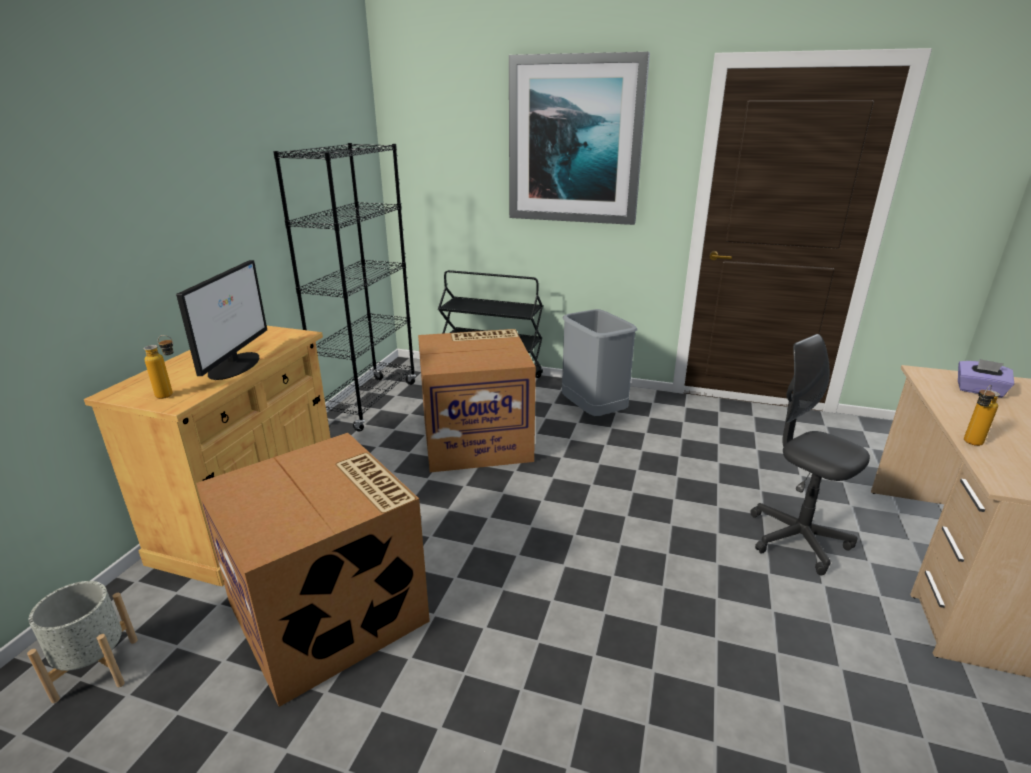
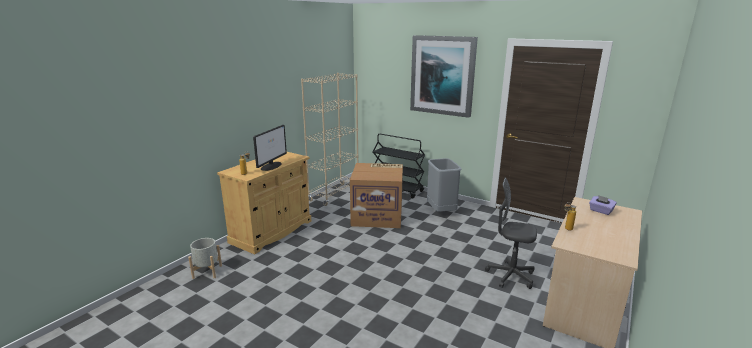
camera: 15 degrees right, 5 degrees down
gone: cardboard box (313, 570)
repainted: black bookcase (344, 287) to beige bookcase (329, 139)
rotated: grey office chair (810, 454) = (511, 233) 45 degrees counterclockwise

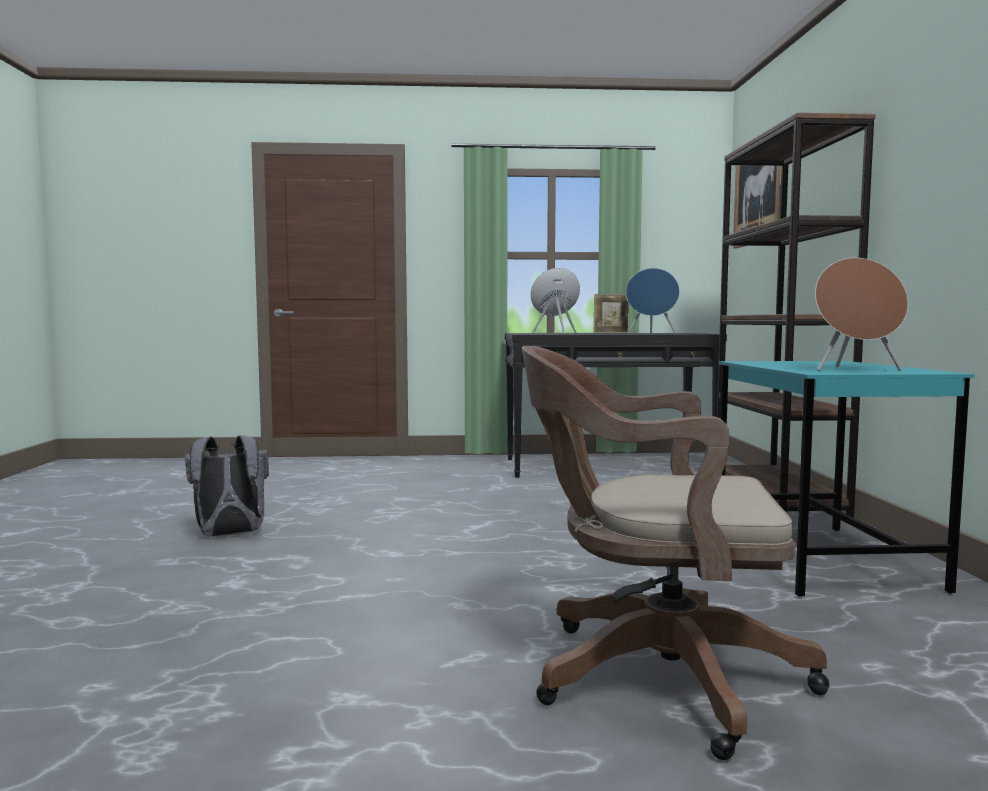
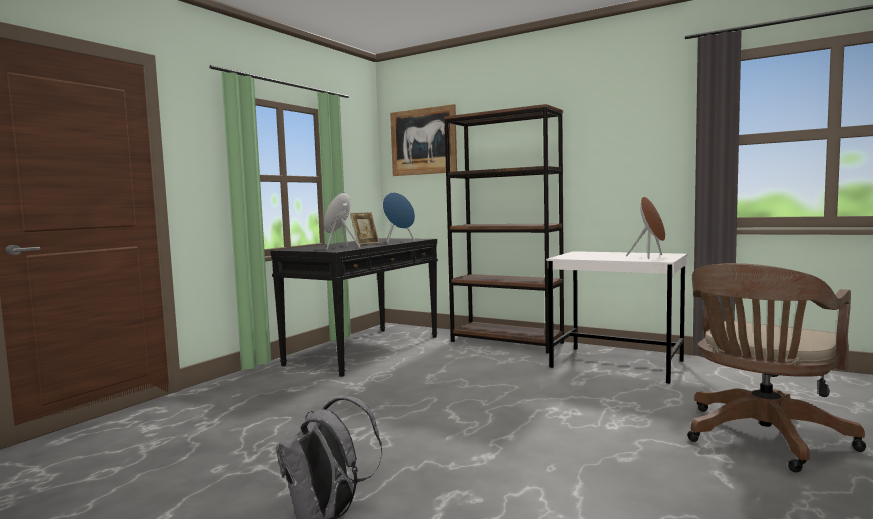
camera: 55 degrees left, 0 degrees up
repainted: turquoise desk (847, 479) to white desk (616, 317)

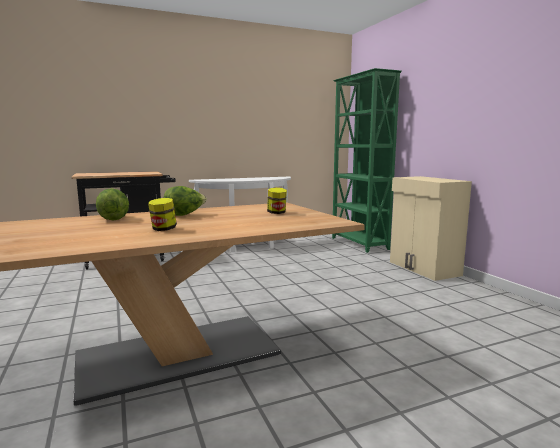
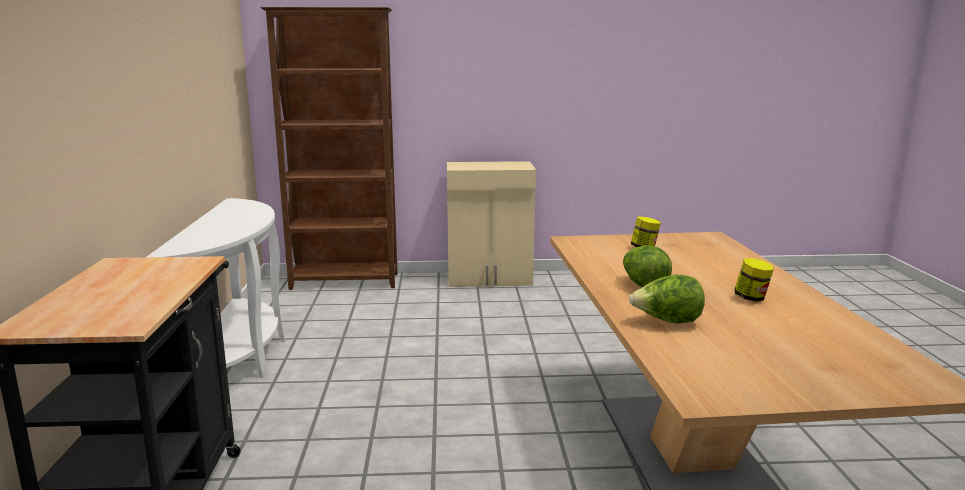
camera: 70 degrees left, 5 degrees up
repainted: green bookcase (367, 160) to brown bookcase (329, 148)

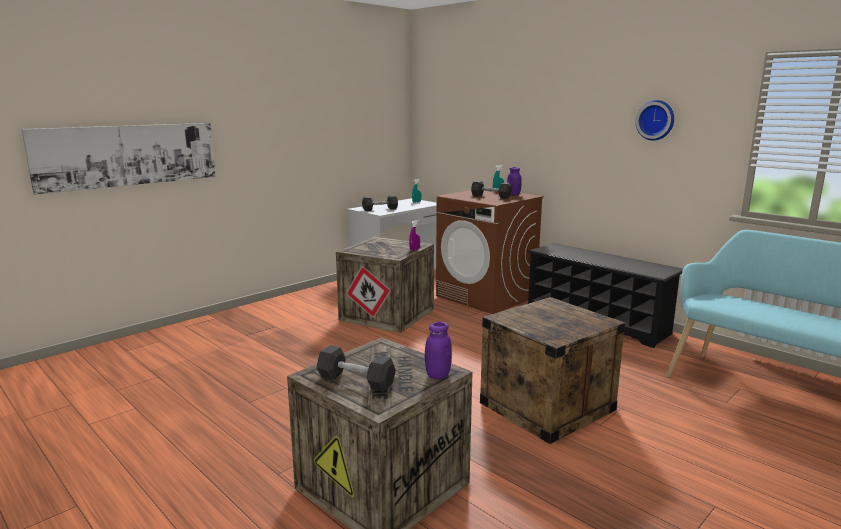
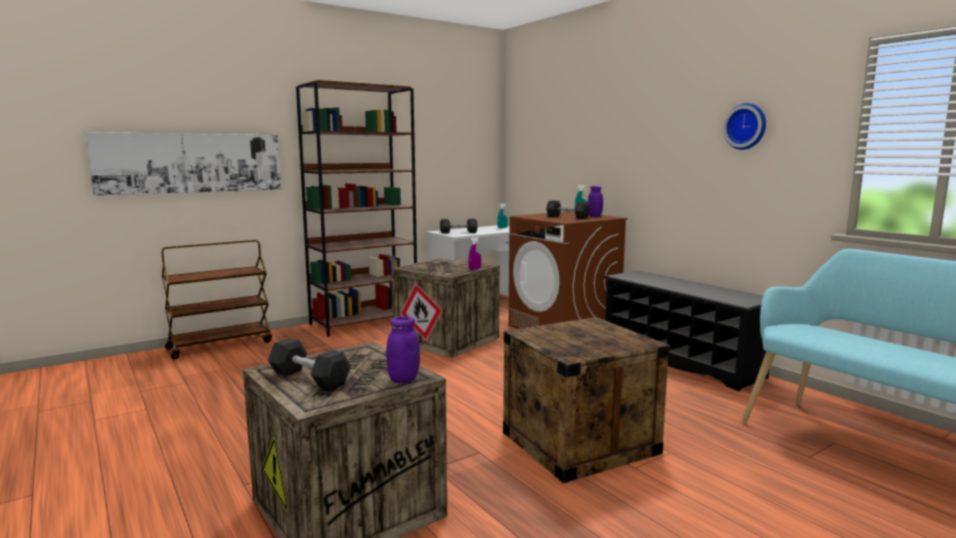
camera: 10 degrees right, 5 degrees down
new: brown cart (217, 299); brown bookcase (356, 208)

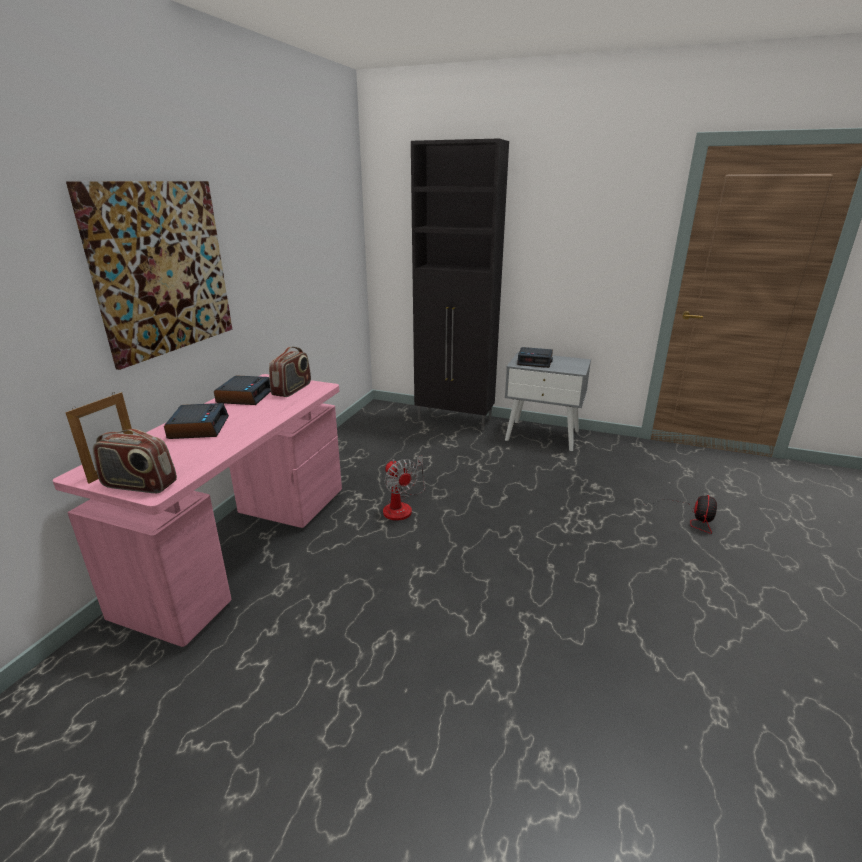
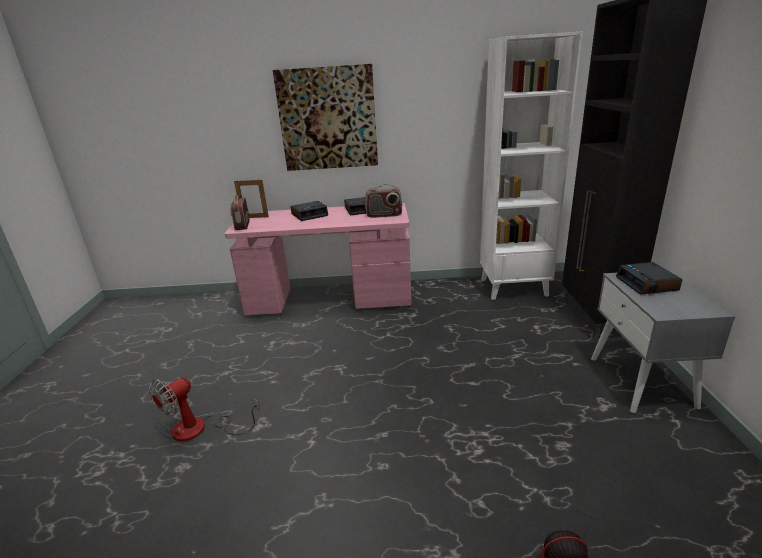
camera: 70 degrees right, 0 degrees up
new: white bookcase (531, 165)
shifted: fan (404, 488) to (204, 409)

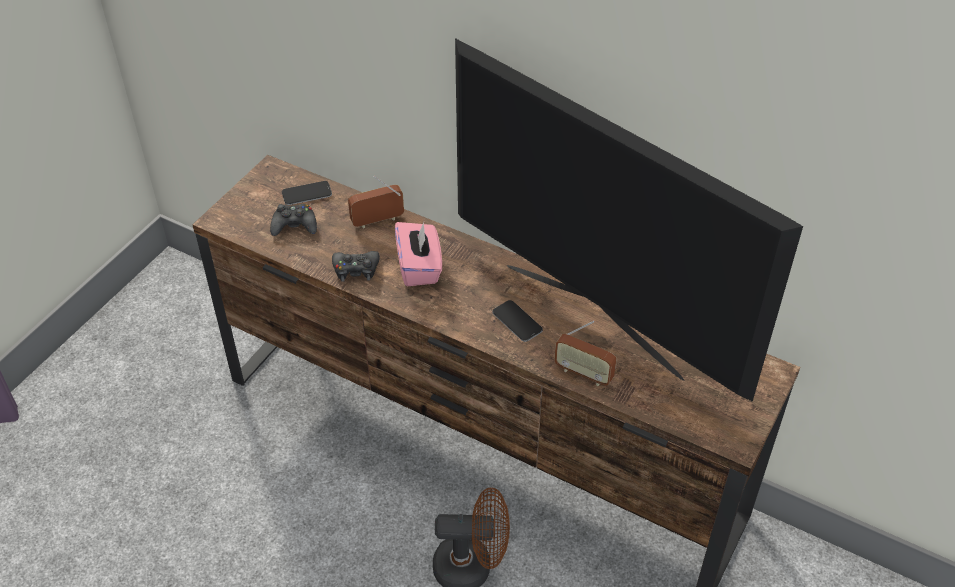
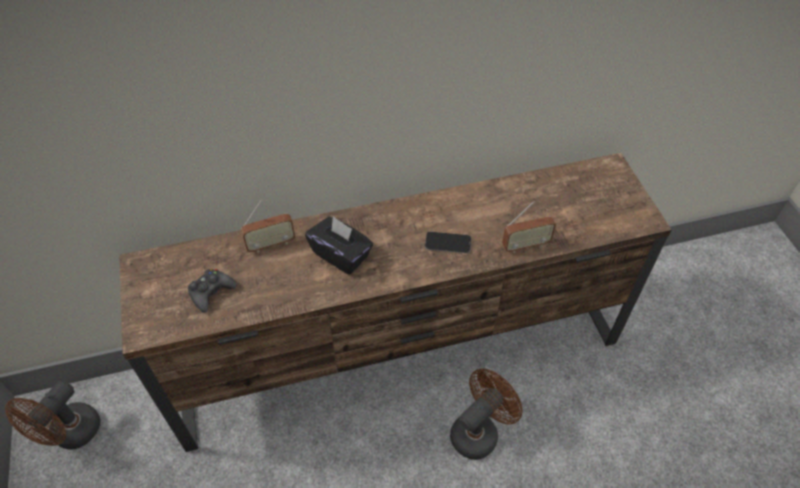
camera: 45 degrees left, 5 degrees up
gone: phone (307, 193); black game controller (356, 266); television (629, 220)
new: brown fan (53, 415)
repainted: pink tissue box (418, 254) to black tissue box (339, 245)
rotated: radio (376, 202) = (268, 226) 135 degrees counterclockwise

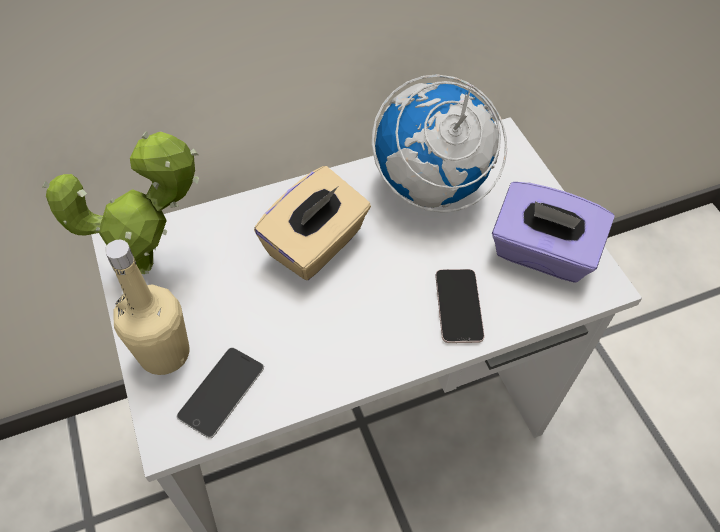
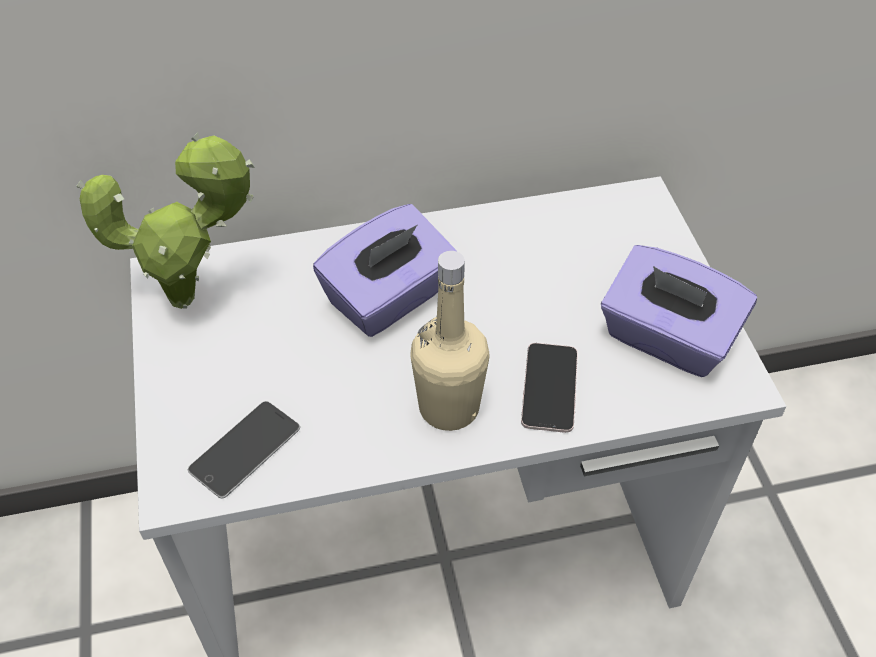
camera: 10 degrees right, 5 degrees down
gone: globe (439, 143)
shifted: beige bottle (147, 307) to (449, 341)
repainted: beige tissue box (312, 223) to purple tissue box (385, 270)

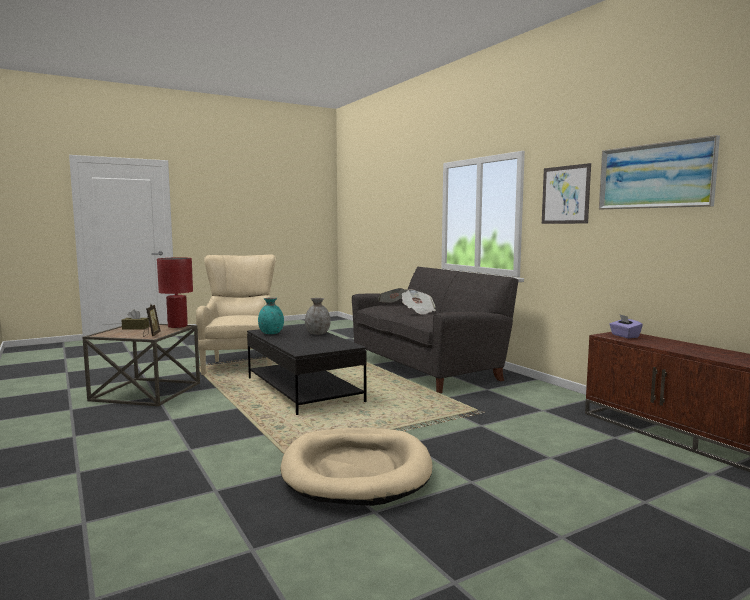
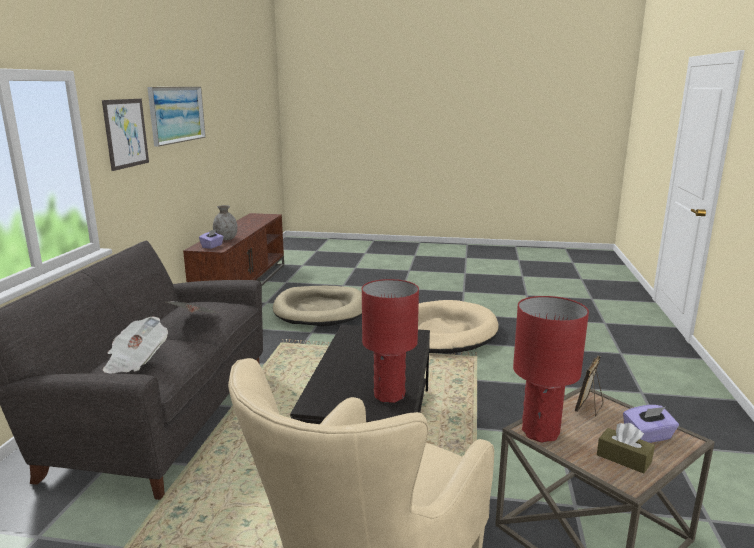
camera: 140 degrees left, 10 degrees up
new: beige dog bed (317, 306); purple tissue box (651, 424)
shifted: grey vase (318, 316) to (225, 222)
swapped: turquoise vase (271, 315) to red table lamp (390, 341)

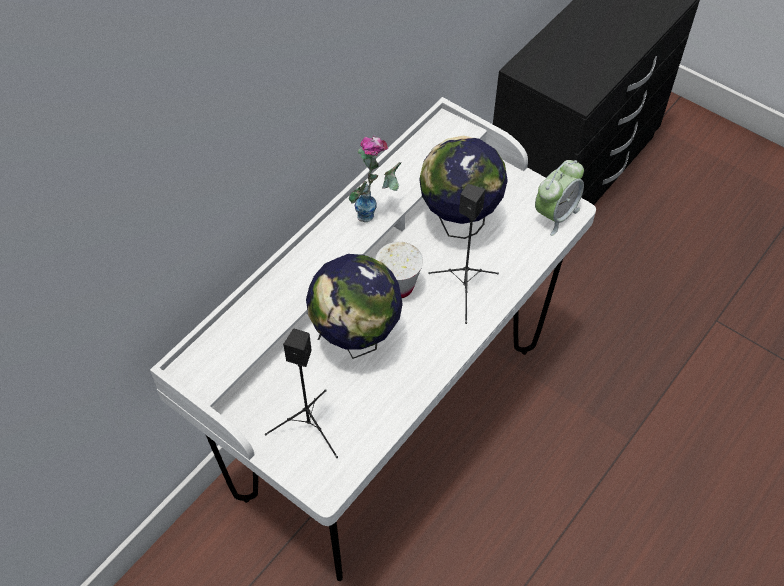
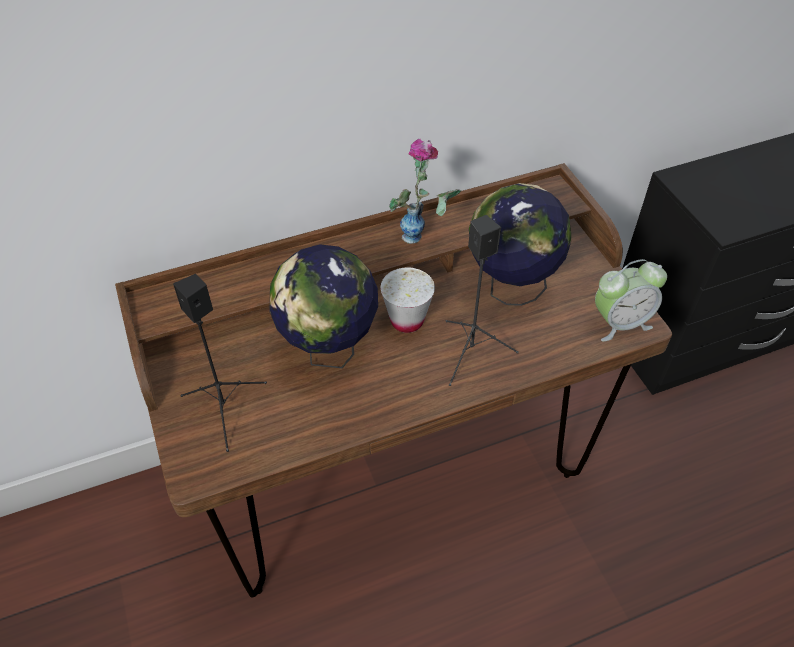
camera: 30 degrees right, 5 degrees down
repainted: white desk (373, 339) to brown desk (393, 380)

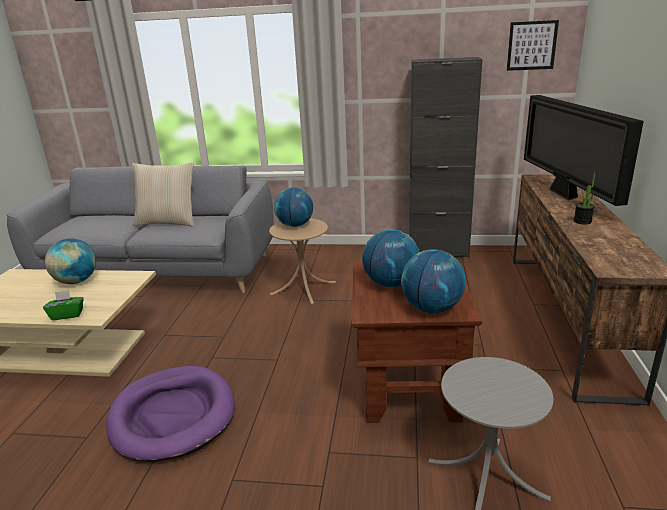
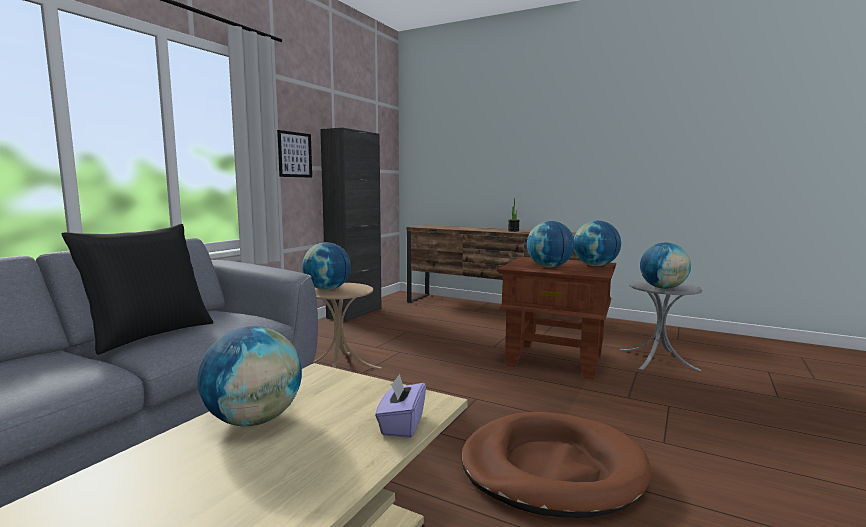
camera: 70 degrees left, 15 degrees down
gone: television (584, 150)
new: globe (665, 266)
shifted: picture (533, 45) to (294, 154)
repainted: green tissue box (63, 305) to purple tissue box (400, 406); purple dog bed (170, 414) to brown dog bed (556, 465); beige pillow (163, 194) to black pillow (137, 289)

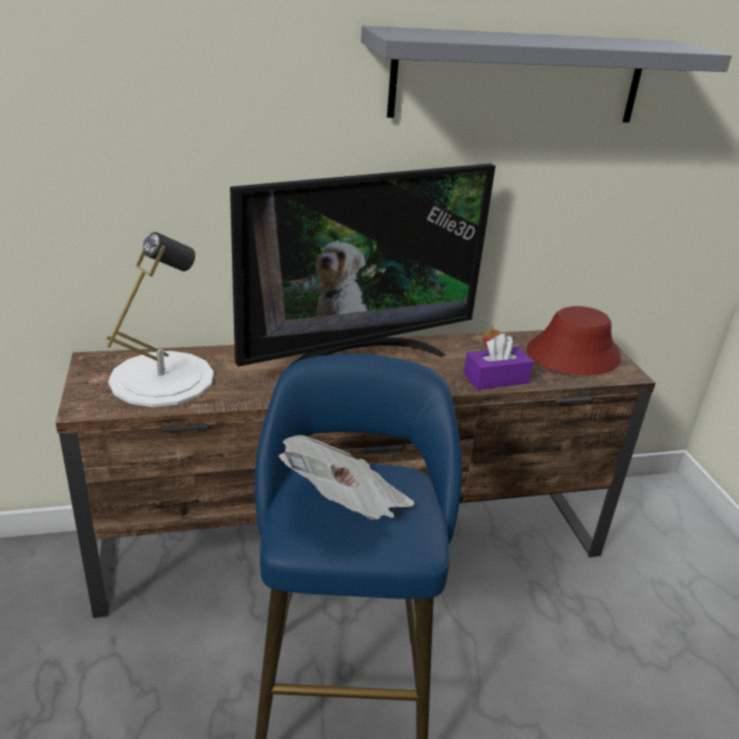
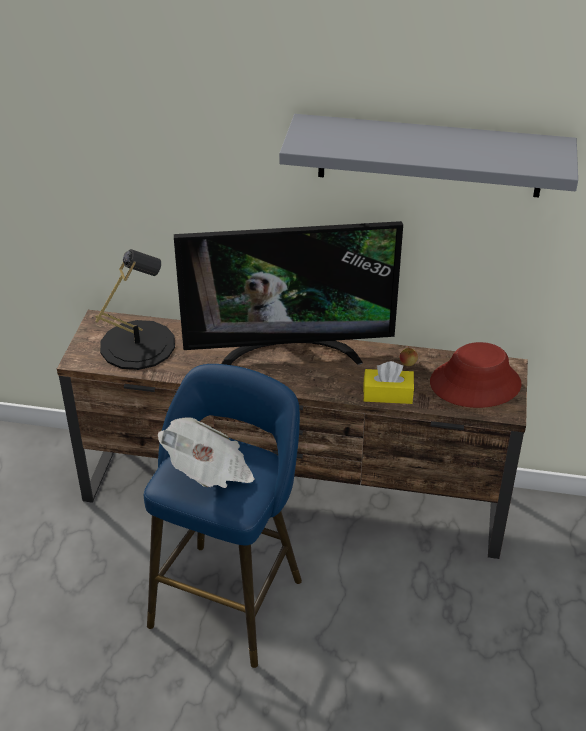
camera: 25 degrees right, 10 degrees up
repainted: white table lamp (160, 319) to black table lamp (135, 309); purple tissue box (498, 361) to yellow tissue box (388, 382)

